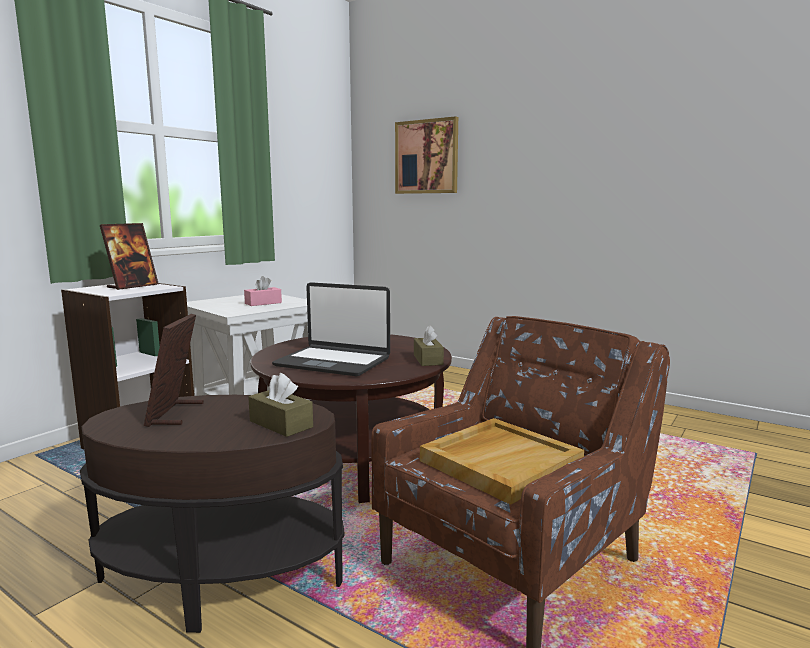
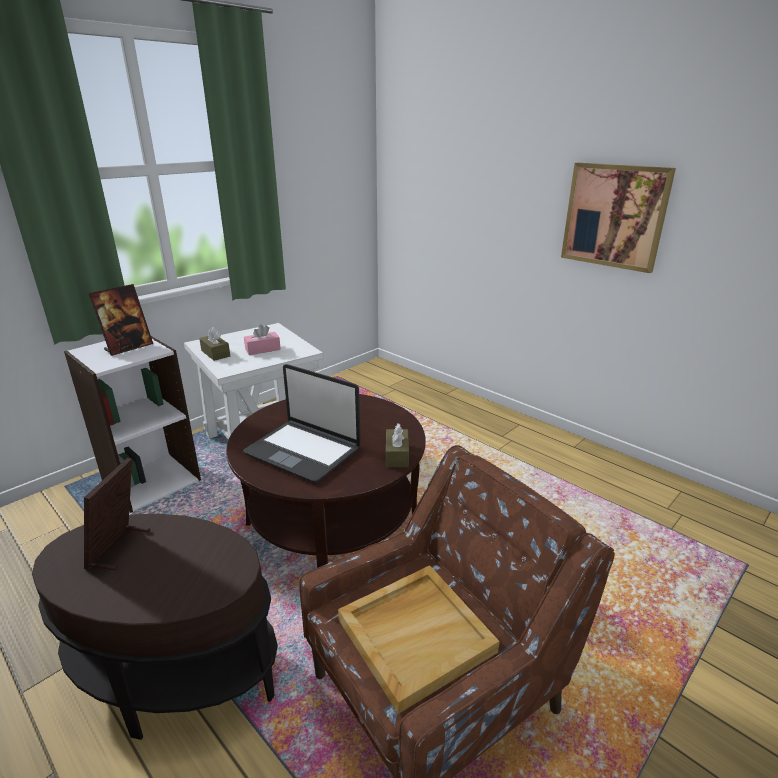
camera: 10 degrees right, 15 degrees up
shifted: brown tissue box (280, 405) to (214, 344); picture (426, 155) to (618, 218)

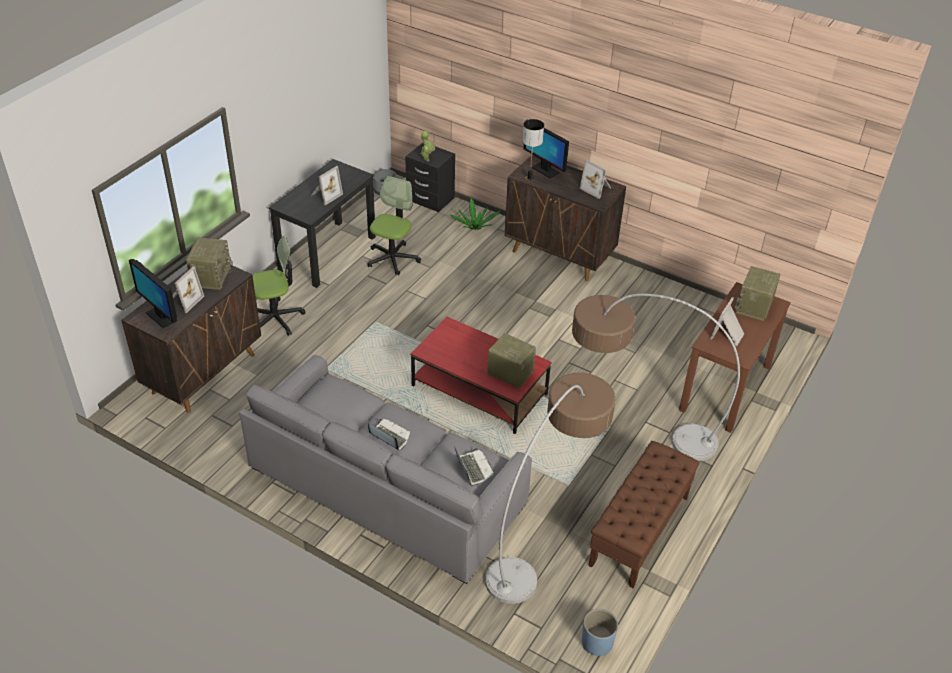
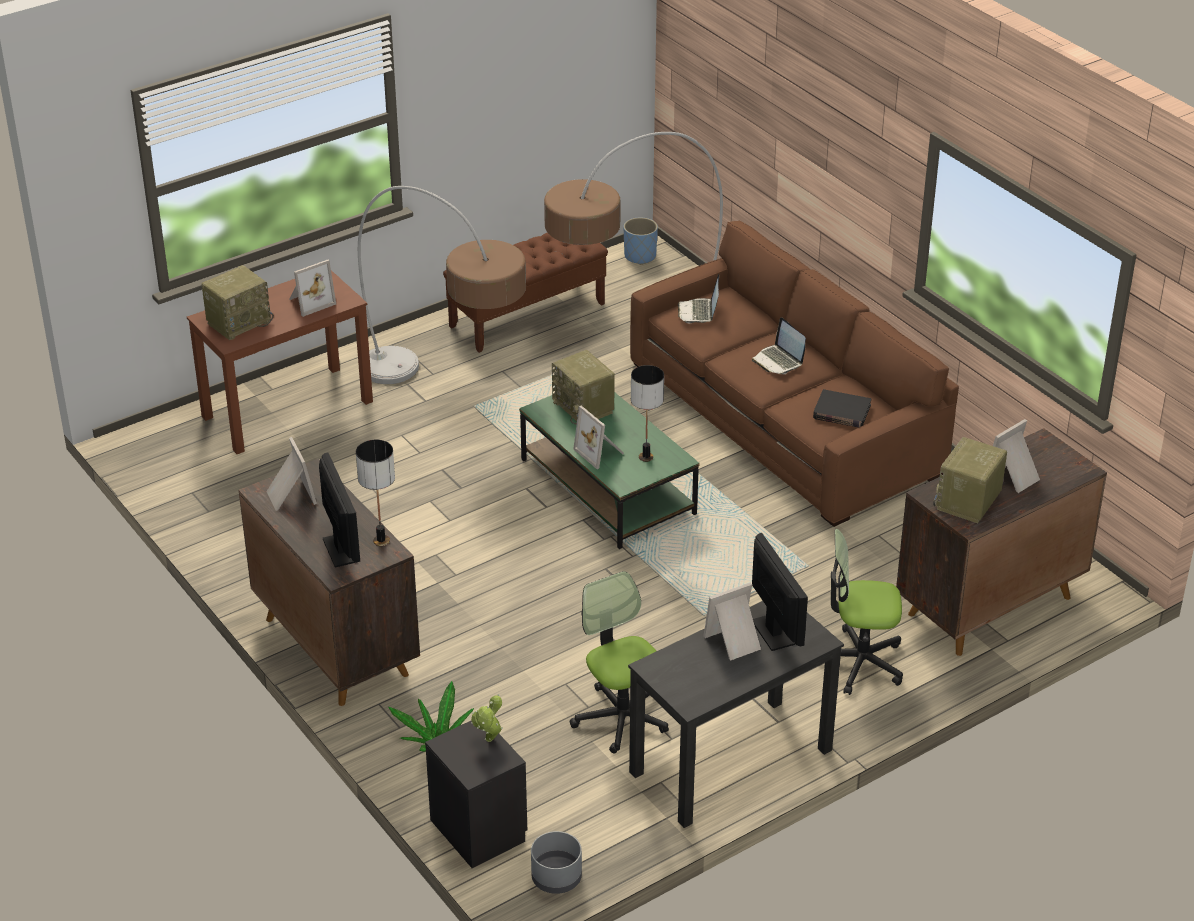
camera: 155 degrees left, 5 degrees down
new: picture frame (598, 437); table lamp (647, 413); black book (842, 408)
shifted: monitor (153, 293) to (780, 592)
repainted: grey sofa (385, 469) to brown sofa (794, 373); red coffee table (481, 375) to green coffee table (609, 470)
rotated: office chair (394, 225) = (619, 662) 105 degrees clockwise

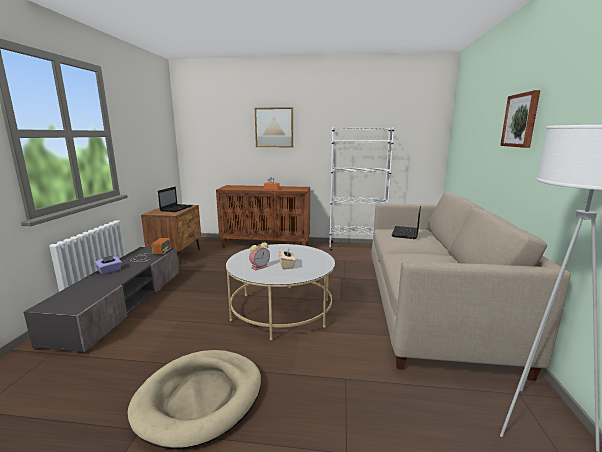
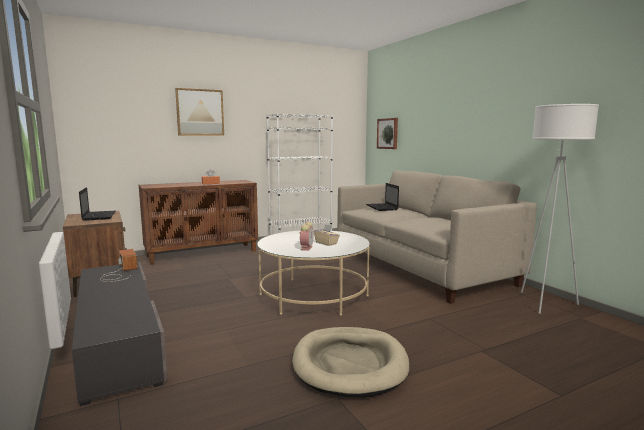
camera: 35 degrees left, 5 degrees down
gone: purple tissue box (108, 264)
shifted: picture (520, 119) to (387, 133)

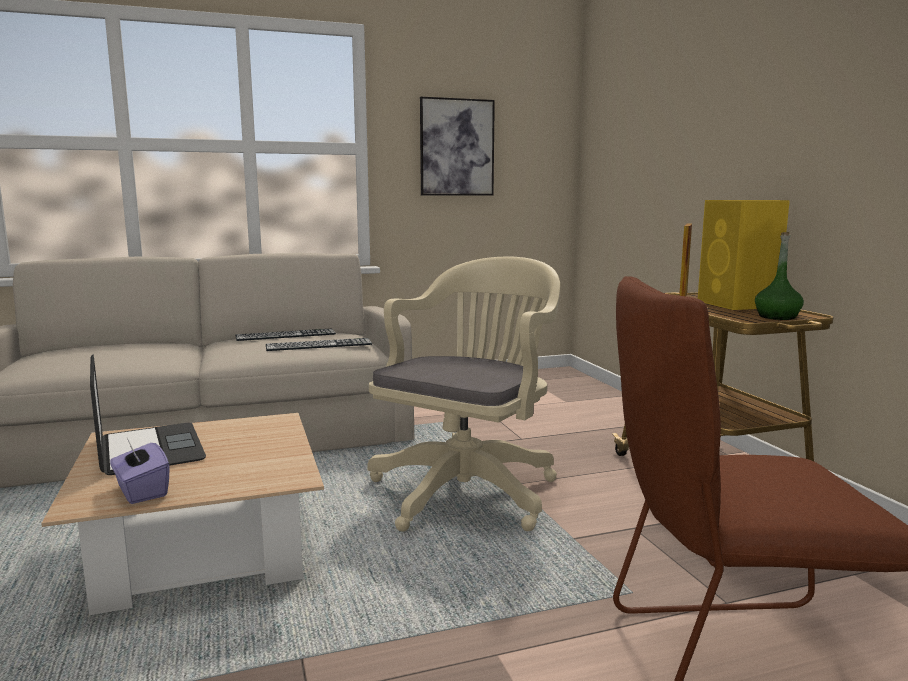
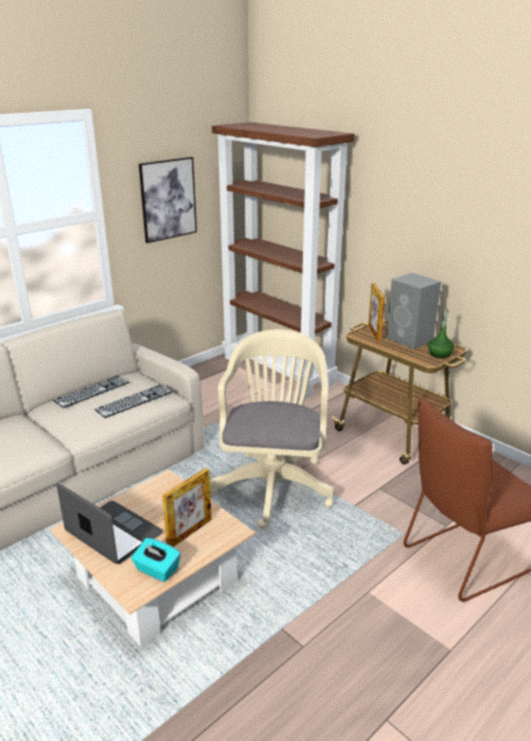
camera: 25 degrees left, 15 degrees up
new: picture frame (187, 507); brown bookcase (283, 260)
repainted: purple tissue box (140, 471) to turquoise tissue box (156, 560); yellow speaker (744, 255) to grey speaker (414, 311)

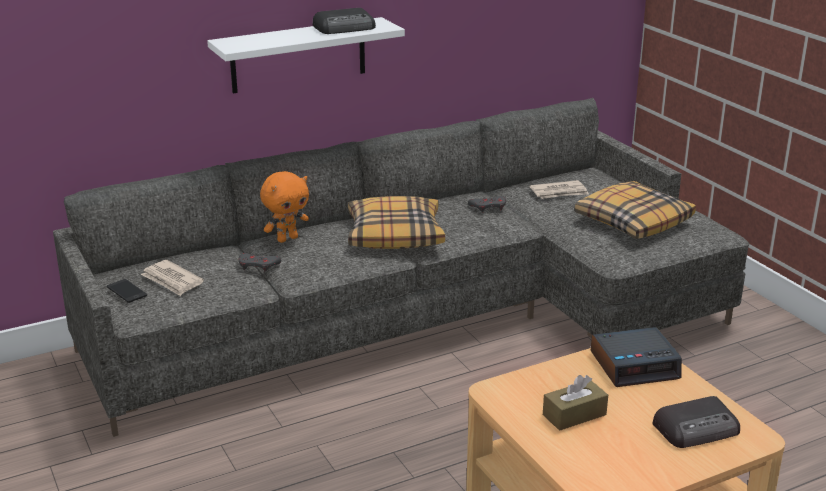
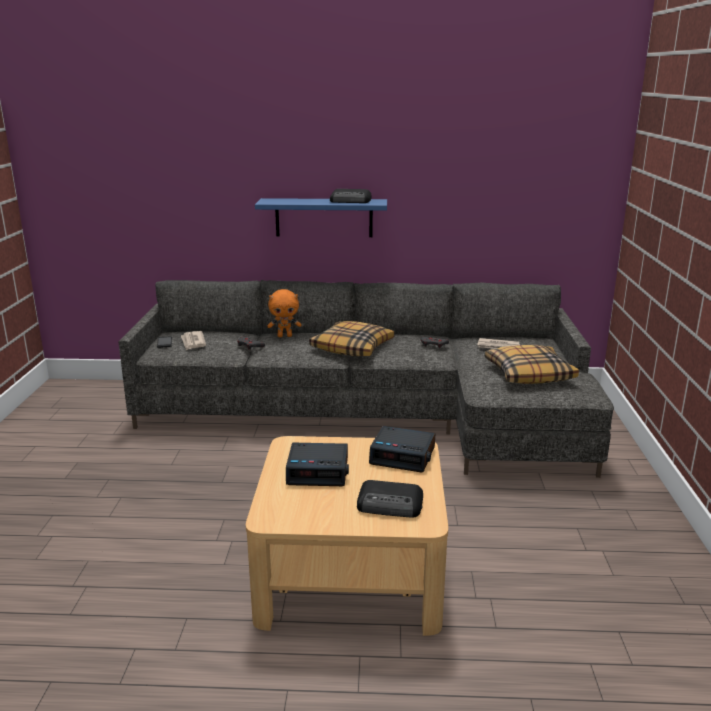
camera: 30 degrees right, 5 degrees down
swapped: brown tissue box (575, 403) to alarm clock (317, 464)
repainted: white shelf (306, 55) to blue shelf (321, 217)

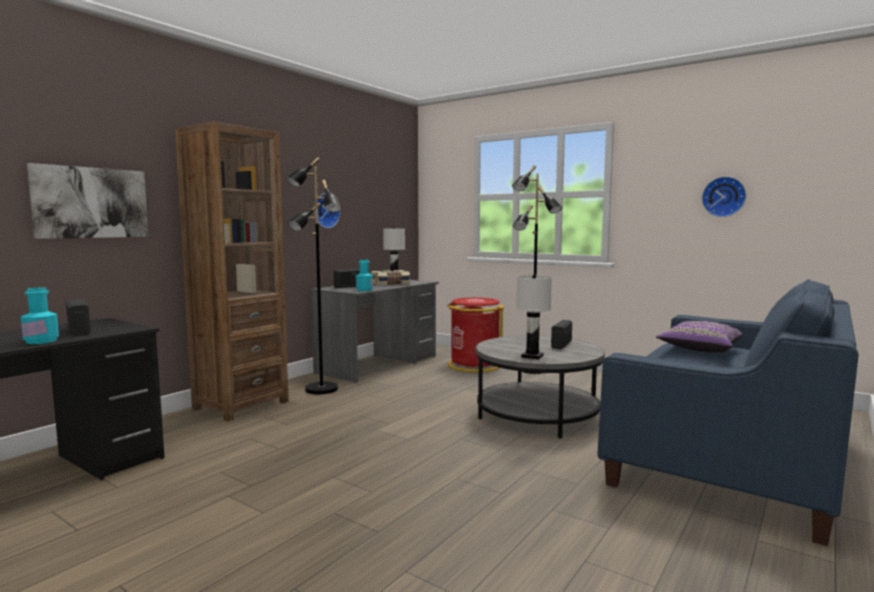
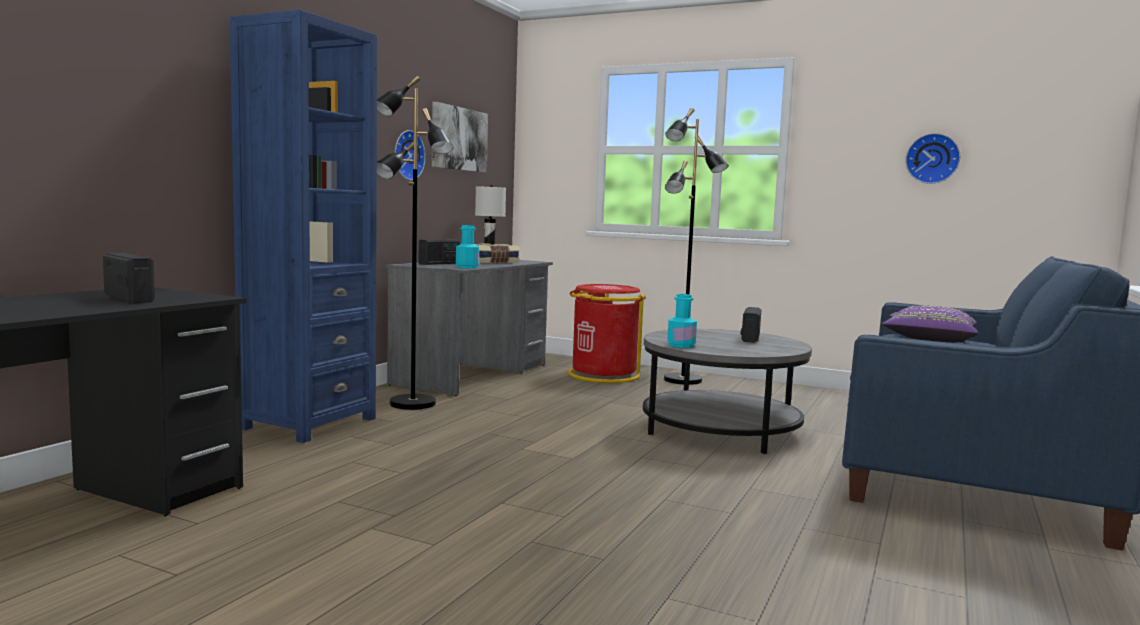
camera: 10 degrees left, 0 degrees up
gone: white table lamp (534, 317)
shifted: turquoise bottle (40, 316) to (682, 321); picture (88, 201) to (460, 137)
repainted: brown bookcase (232, 271) to blue bookcase (303, 226)

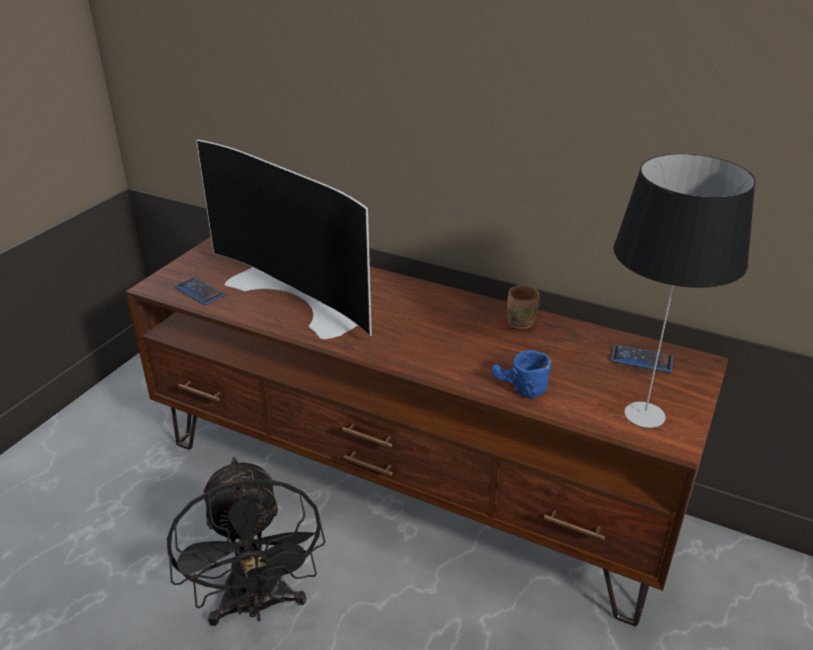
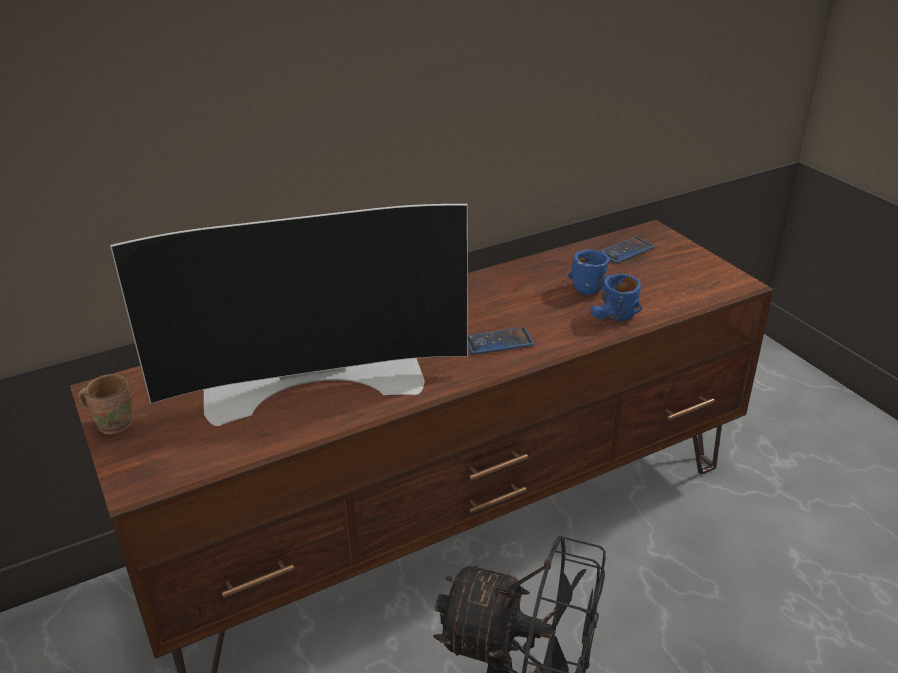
camera: 55 degrees left, 0 degrees up
gone: table lamp (684, 291)
new: blue mug (589, 272)
shifted: phone (200, 291) to (501, 341); brown mug (523, 307) to (105, 404)

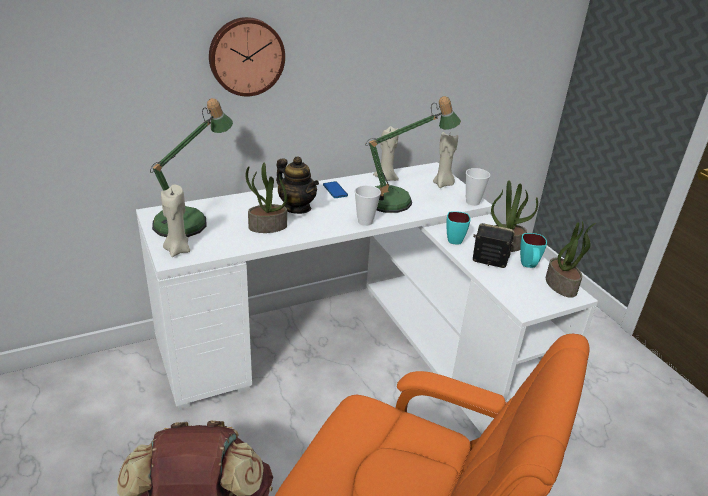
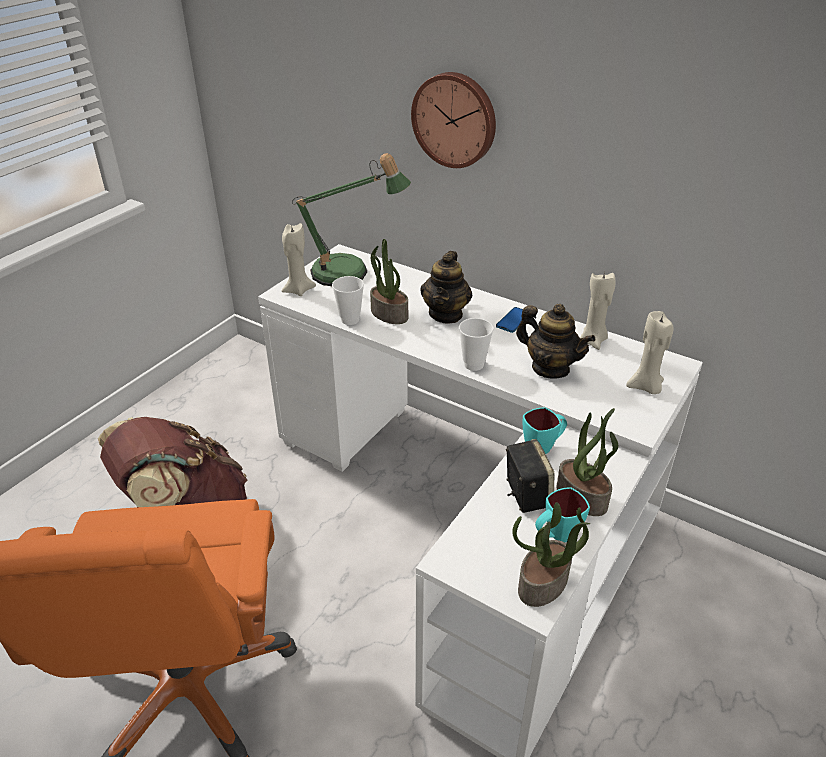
camera: 60 degrees right, 5 degrees up
shifted: cup (478, 187) to (348, 300)
swapped: table lamp (413, 154) to teapot (555, 341)

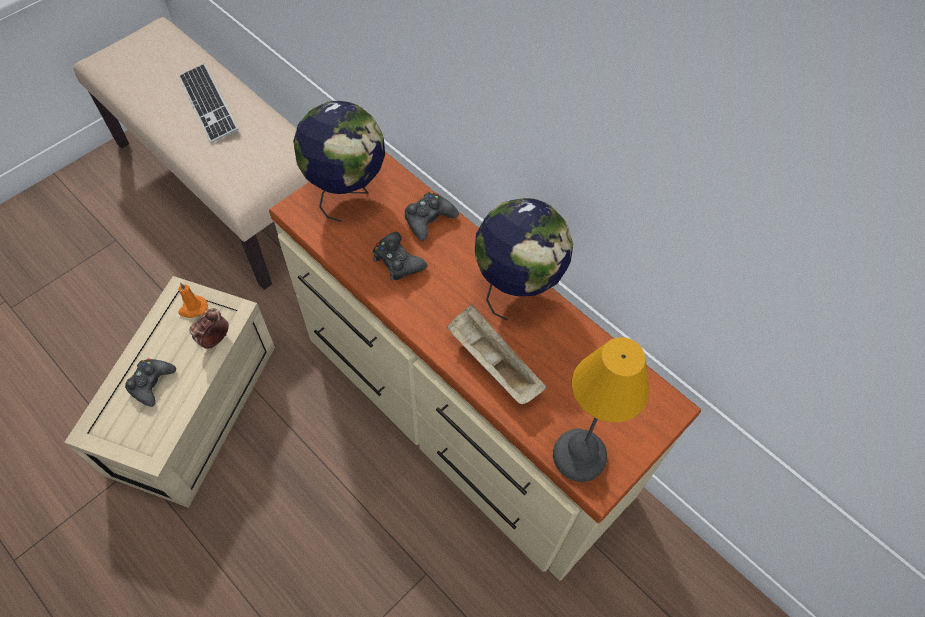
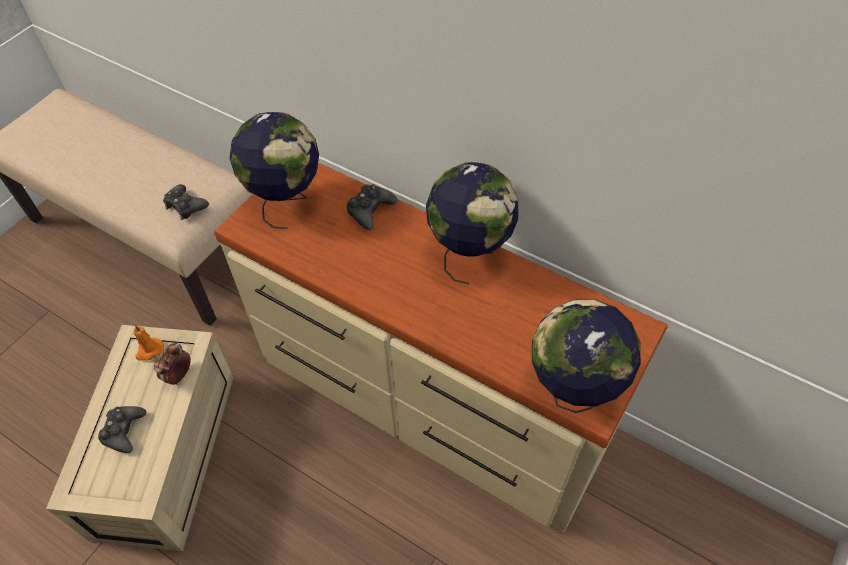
camera: 10 degrees left, 5 degrees down
gone: keyboard (209, 103); beige tray (496, 354)
shifted: black game controller (400, 256) to (186, 202)
swapped: table lamp (601, 409) to globe (586, 356)

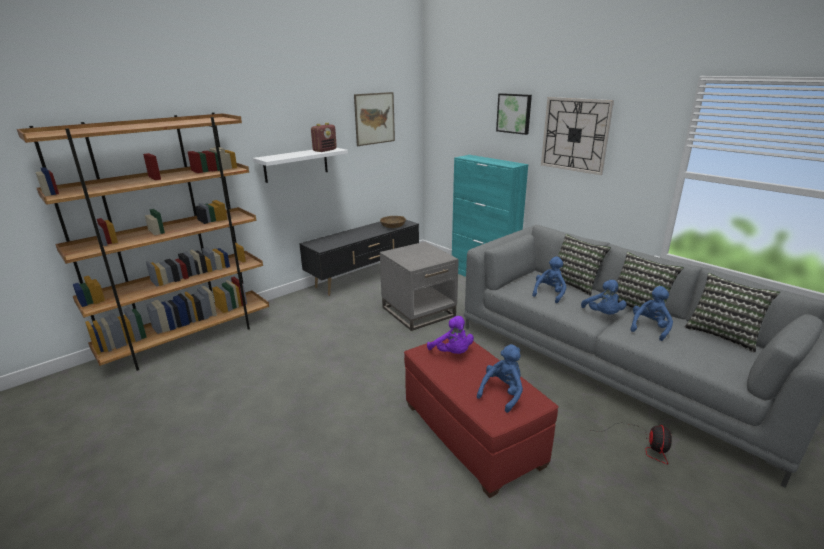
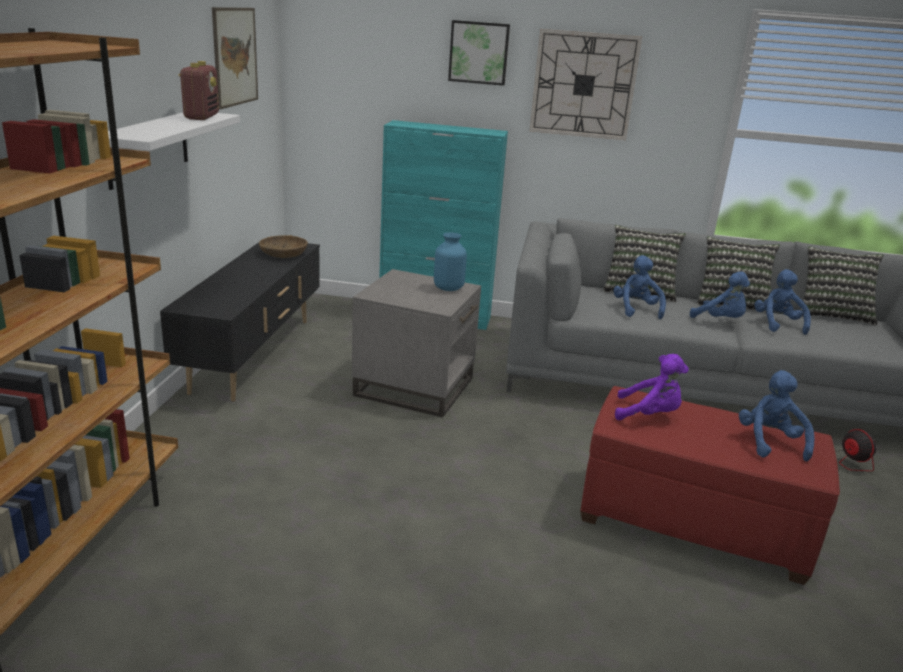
camera: 40 degrees left, 0 degrees up
new: blue vase (450, 261)

